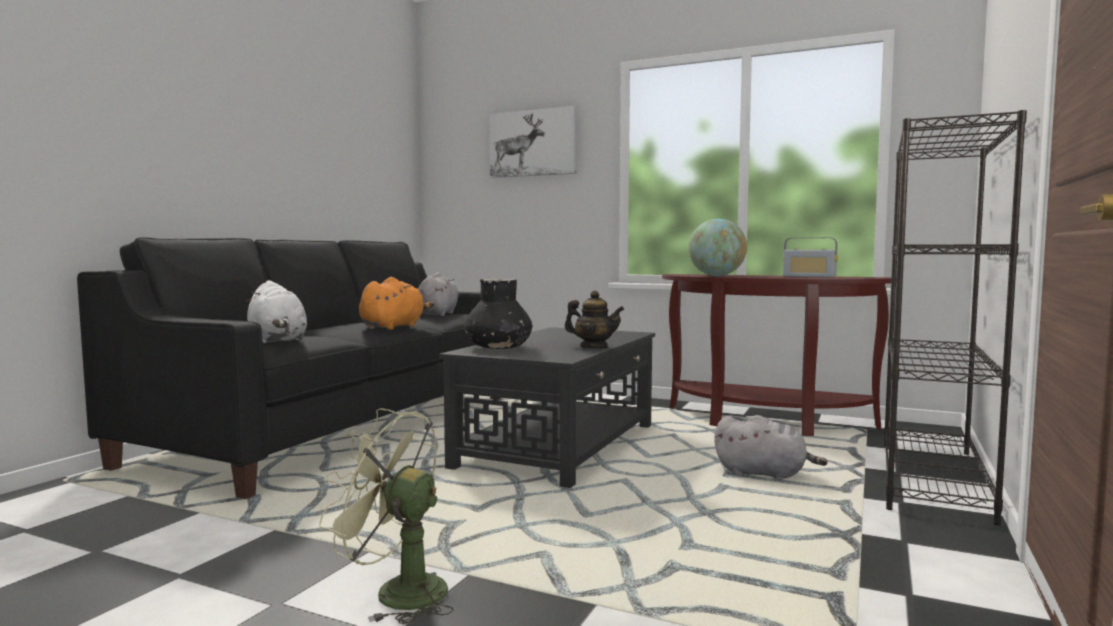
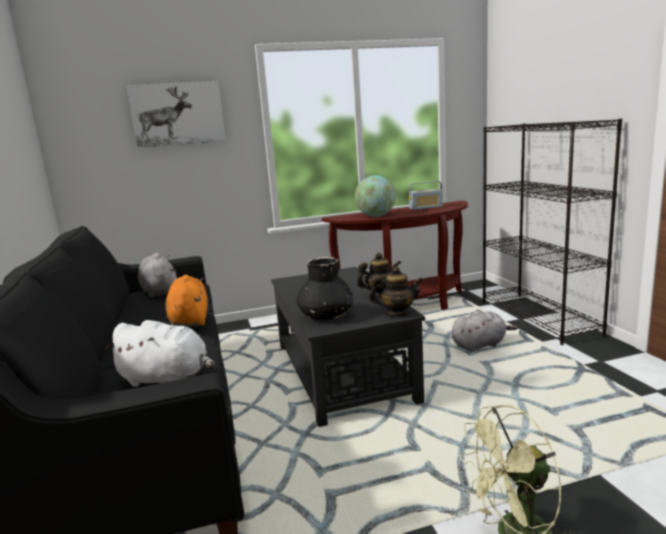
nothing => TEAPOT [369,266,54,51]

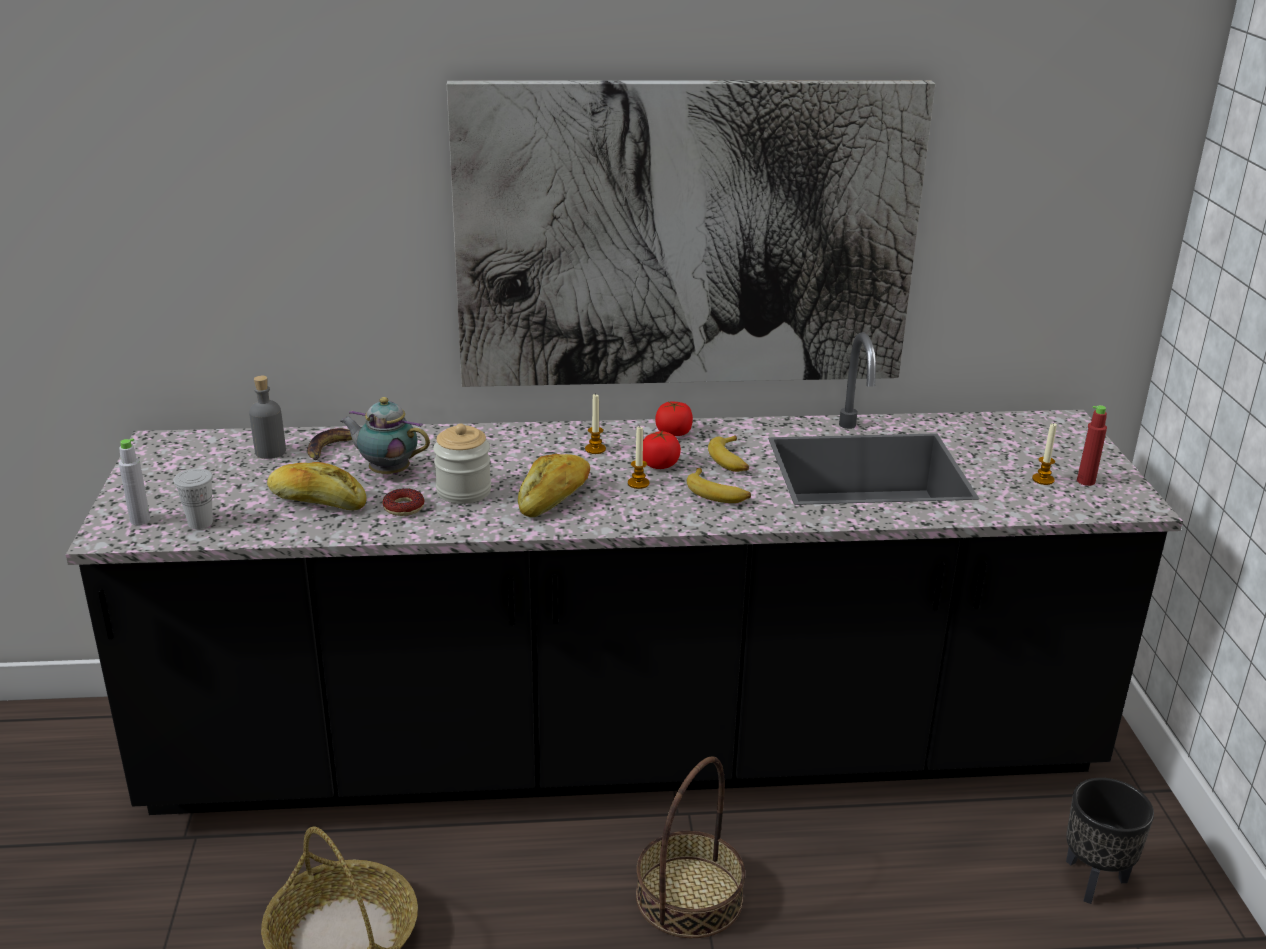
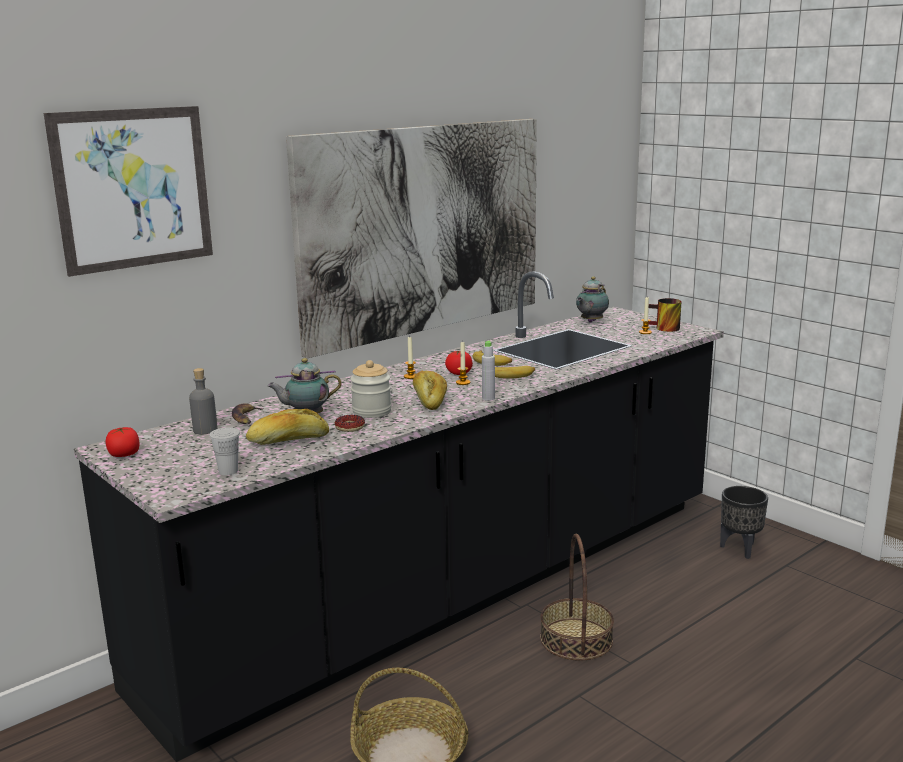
WHOLE TOMATO [655,401,38,35] => WHOLE TOMATO [106,427,34,30], shifted
RED DRINK BOTTLE [1077,405,30,81] => MUG [648,298,33,34]
GRAY DRINK BOTTLE [119,438,31,87] => GRAY DRINK BOTTLE [482,340,13,61], shifted
nothing => WALL ART [44,106,169,171]
nothing => TEAPOT [576,277,33,46]

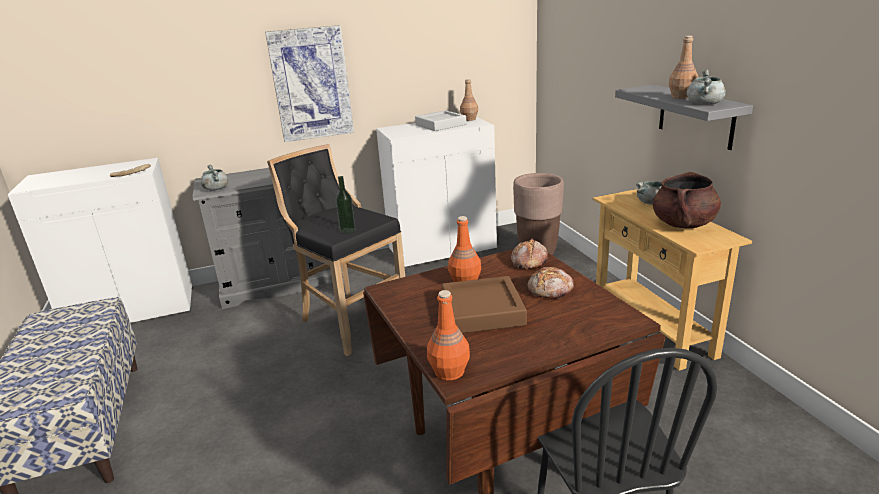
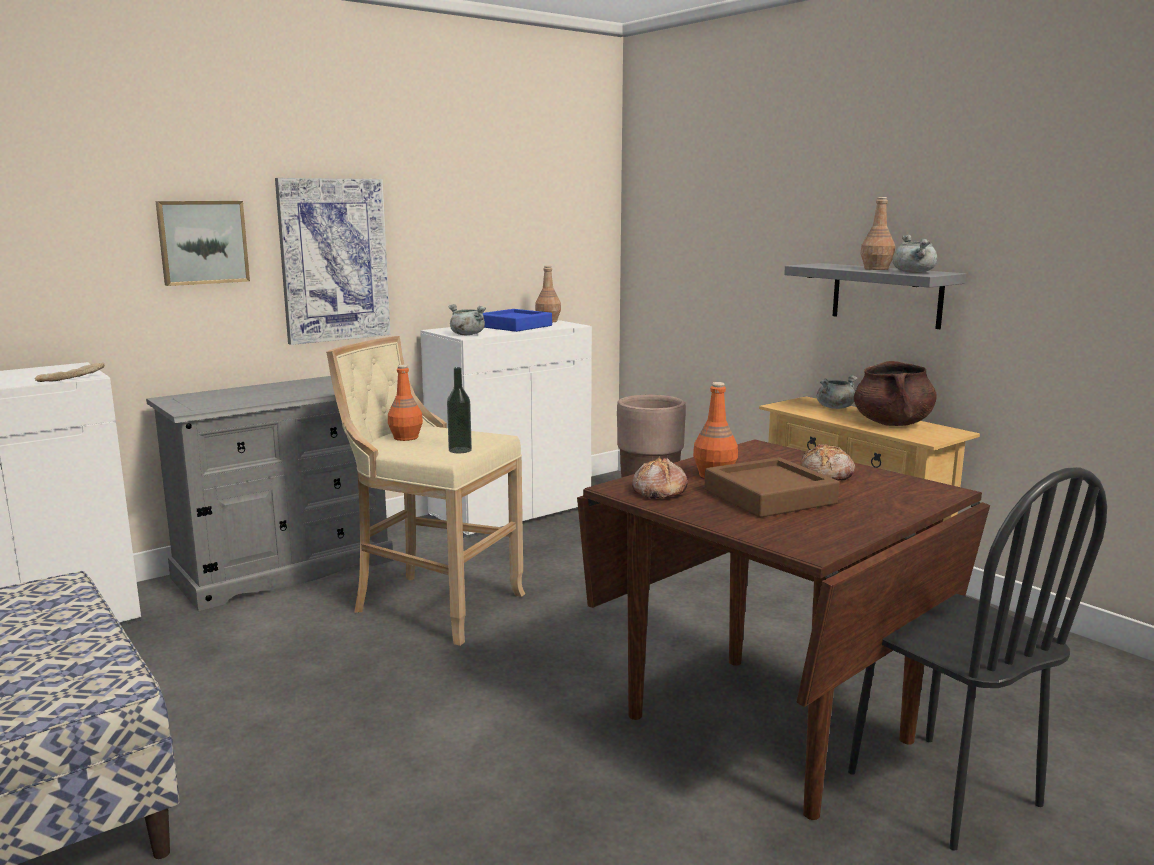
GRAY TRAY [415,110,51,21] => BLUISH TRAY [483,309,69,23]
BLACK-COLOURED STOOL [267,144,138,212] => SAND-COLOURED STOOL [326,336,199,310]
GRAY COOKING POT [201,164,28,26] => GRAY COOKING POT [448,304,38,31], shifted
BAKERY BREAD [511,239,37,30] => BAKERY BREAD [632,457,56,42], shifted
ORANGE-COLOURED DRINK BOTTLE [427,290,43,91] => ORANGE-COLOURED DRINK BOTTLE [388,365,35,76], shifted
nothing => WALL ART [155,201,95,85]

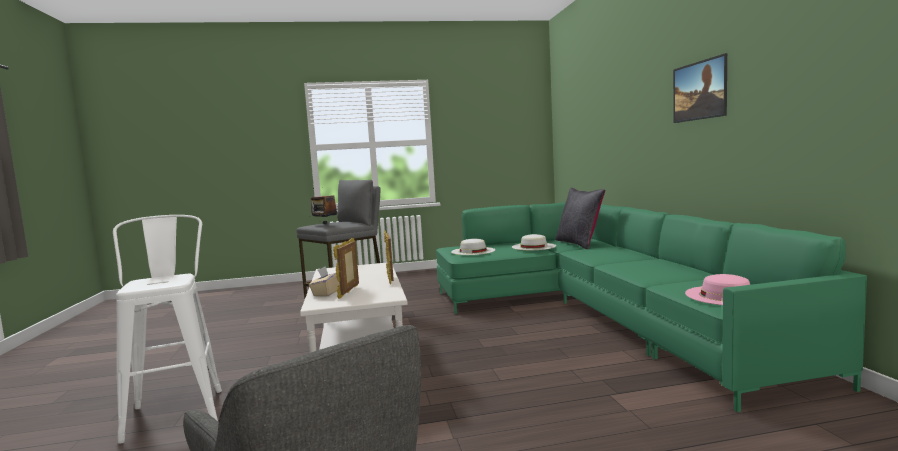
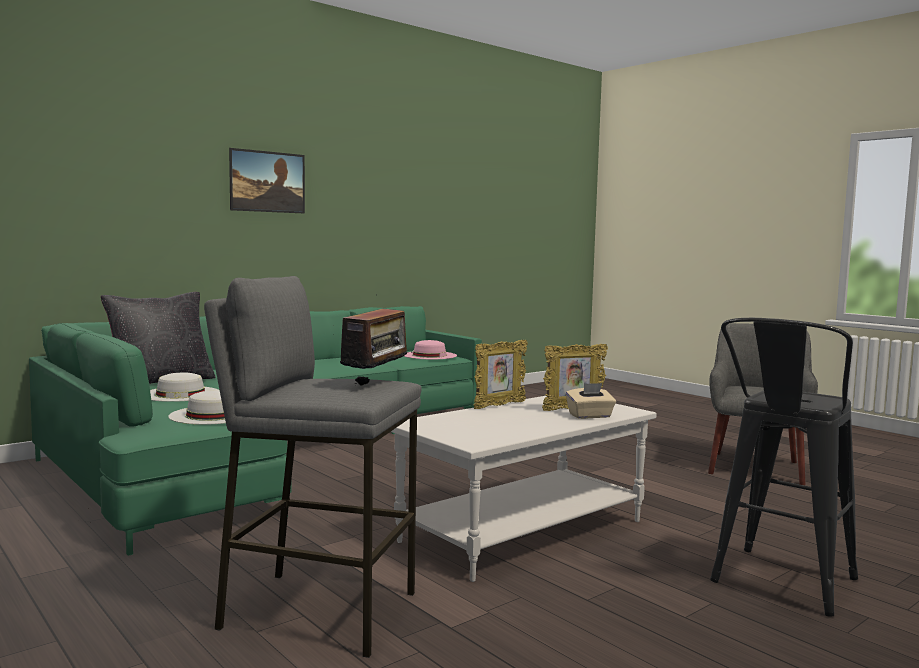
WHITISH STOOL [113,215,109,229] => BLACK-COLOURED STOOL [710,318,148,299]

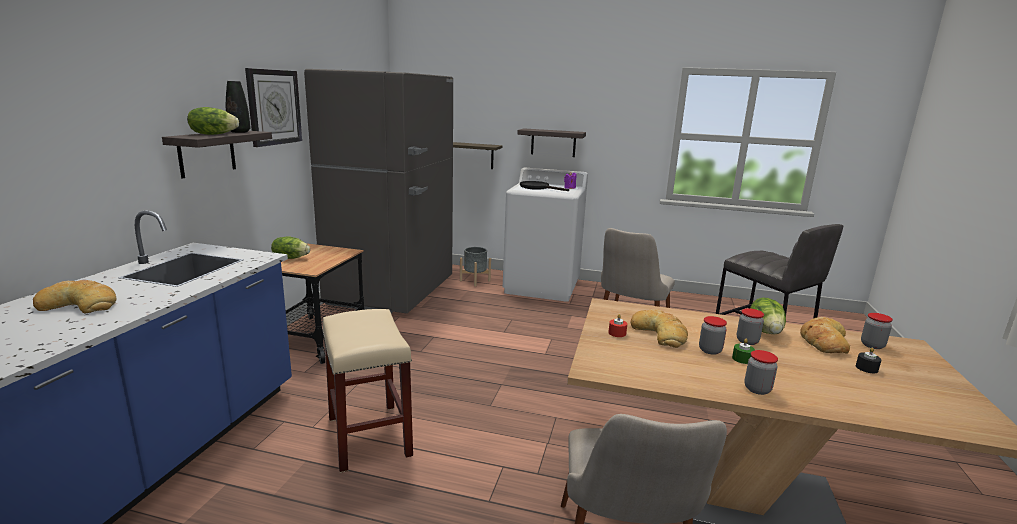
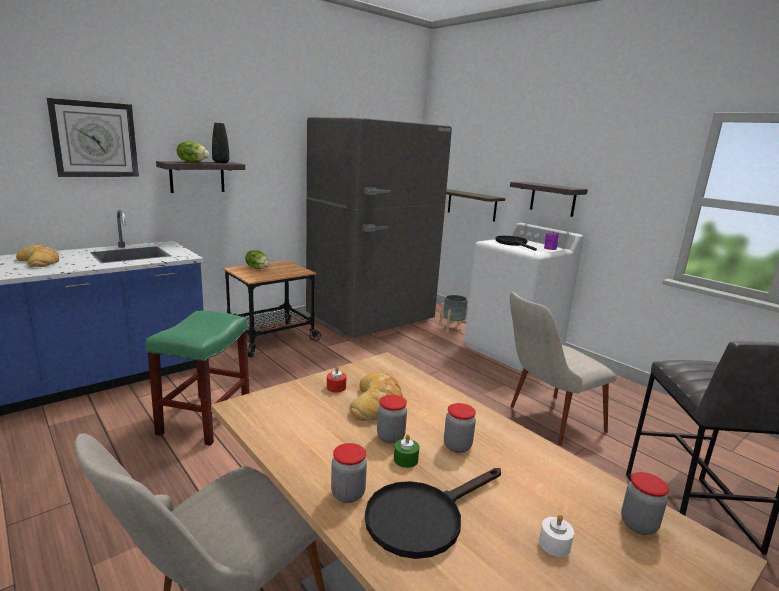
CLOCK ON THE WALL [245,68,57,79] => CLOCK ON THE WALL [47,98,92,79], shifted
LETTUCE HEAD [750,298,36,36] => nothing
SAND-COLOURED STOOL [322,309,91,164] => GREEN STOOL [146,311,104,135]
BAKERY BREAD [800,317,50,37] => nothing
BLACK-COLOURED CANDLE [856,347,26,26] => WHITISH CANDLE [539,514,35,43]
nothing => BLACK-COLOURED SKILLET [365,468,136,91]

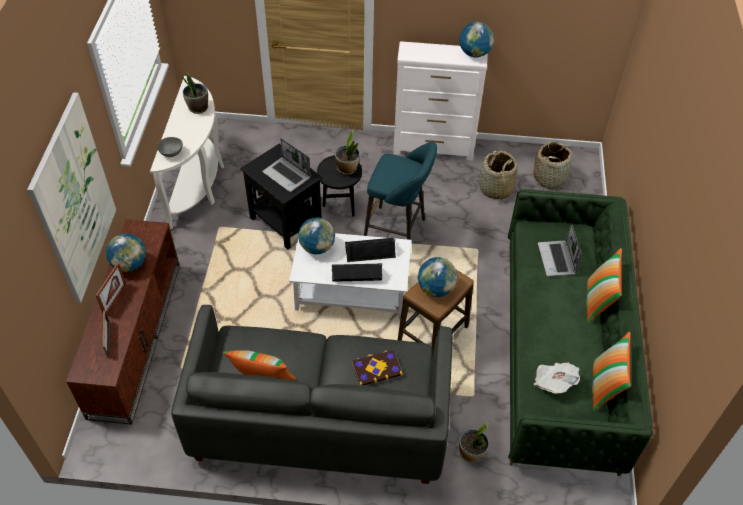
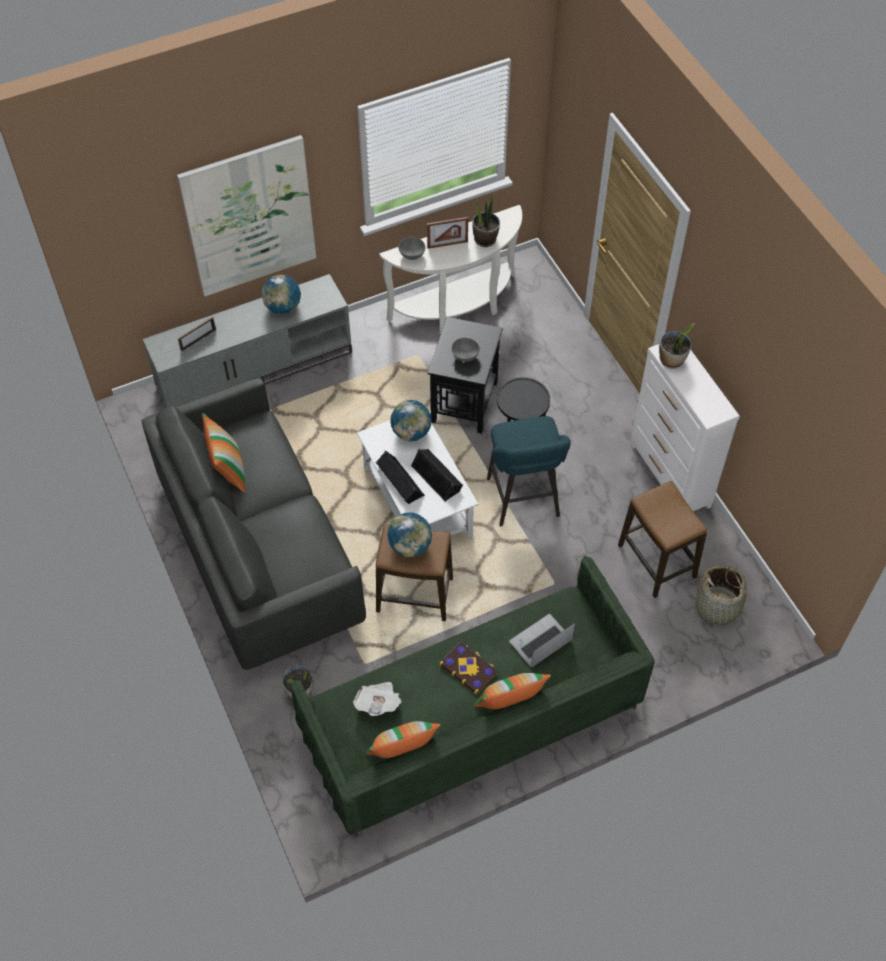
WORLD GLOBE [459,22,35,35] => nothing
PLANT IN A POT [335,130,25,45] => PLANT IN A POT [659,323,36,46], shifted
PORTABLE COMPUTER [262,138,49,54] => GRAY BOWL [451,338,29,24]
BASKET [479,151,38,49] => STOOL [618,481,89,117]
BROWN TV STAND [66,219,114,206] => GRAY TV STAND [143,274,209,133]
PICTURE FRAME [96,263,30,51] => PICTURE FRAME [427,217,41,32], shifted
BOOK [352,350,51,36] => BOOK [439,642,58,52], shifted

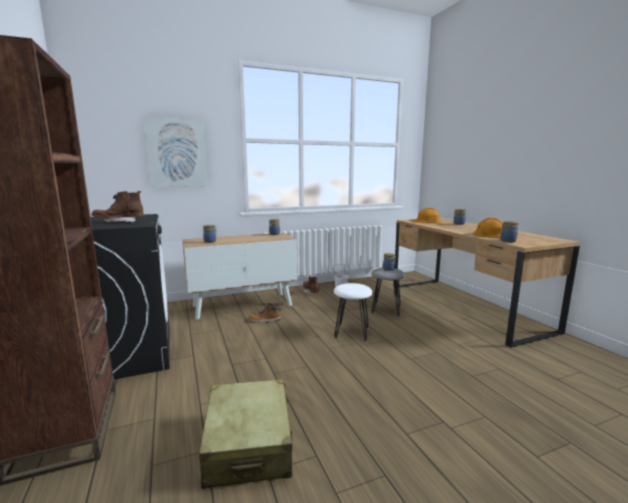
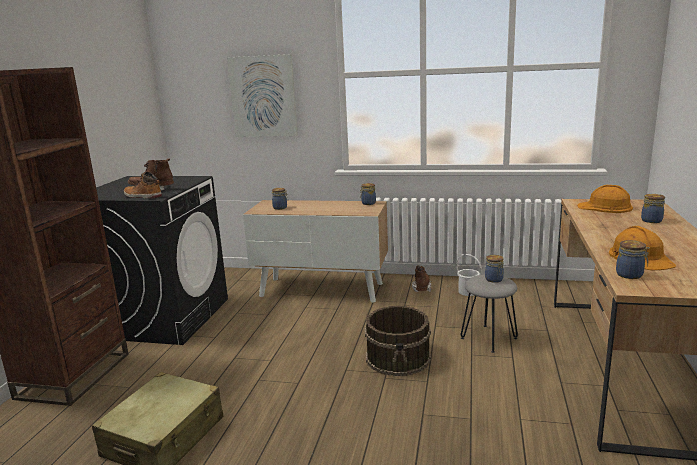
WHITISH STOOL [334,283,39,58] => BROWN BUCKET [365,306,66,70]
BOOT [249,303,32,20] => BOOT [124,172,38,27], shifted

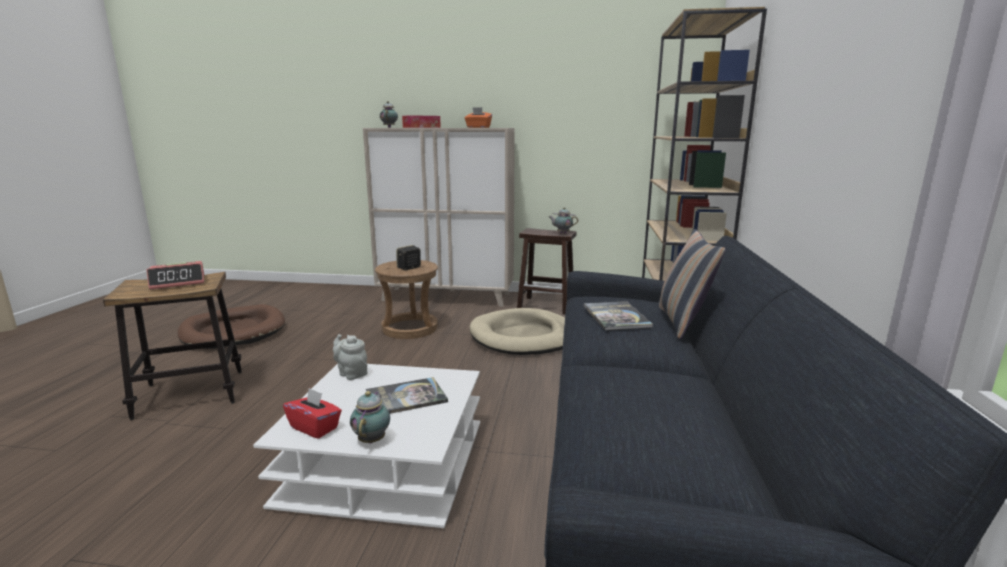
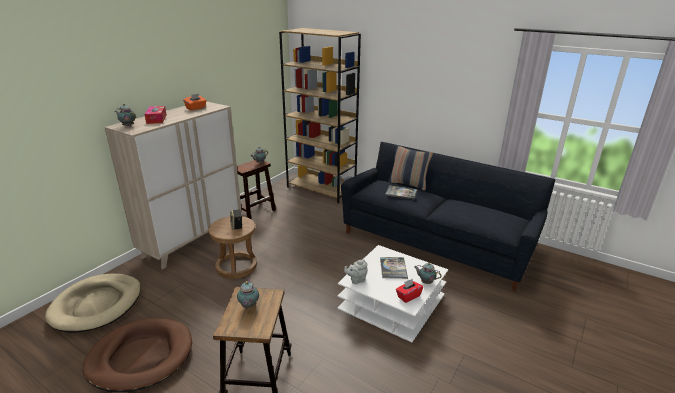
ALARM CLOCK [146,261,58,29] => TEAPOT [237,279,22,29]
SAND-COLOURED DOG BED [469,308,96,47] => SAND-COLOURED DOG BED [45,274,96,59], shifted

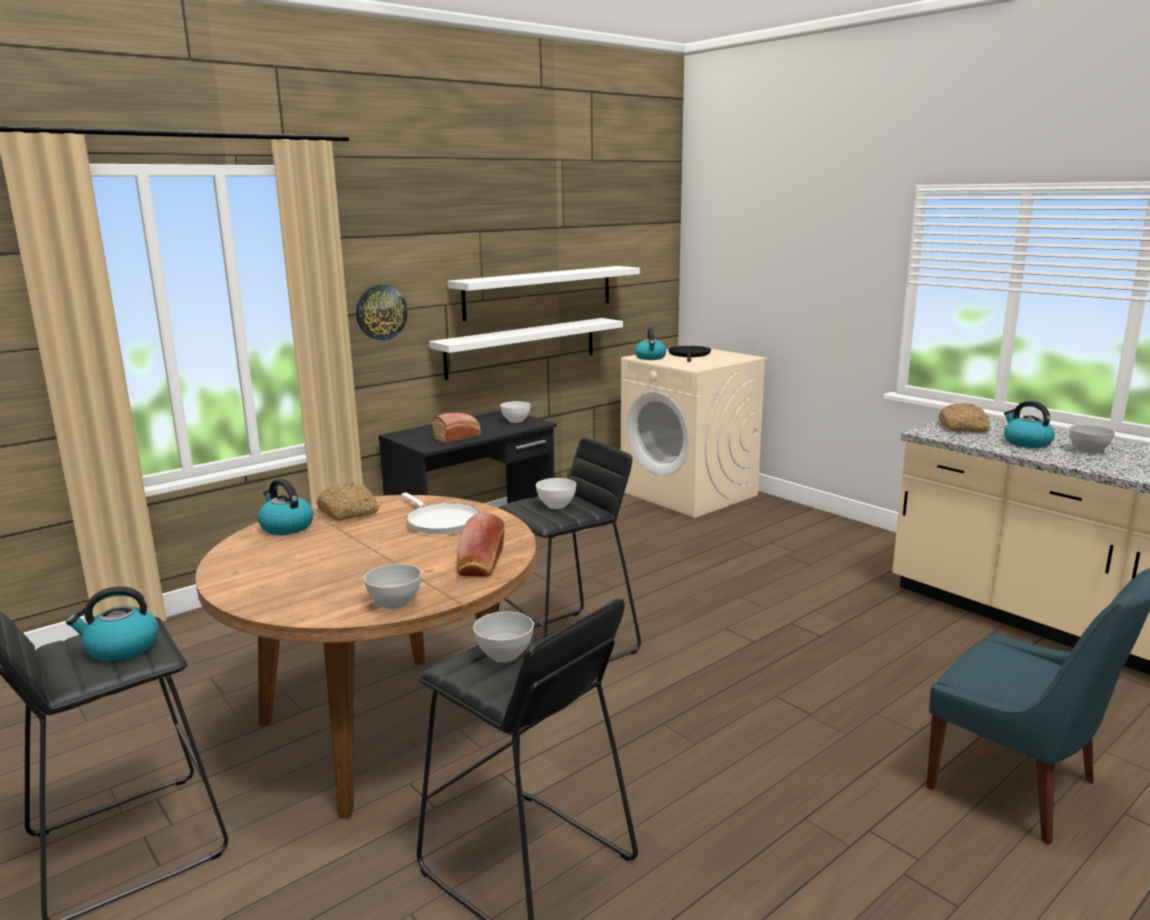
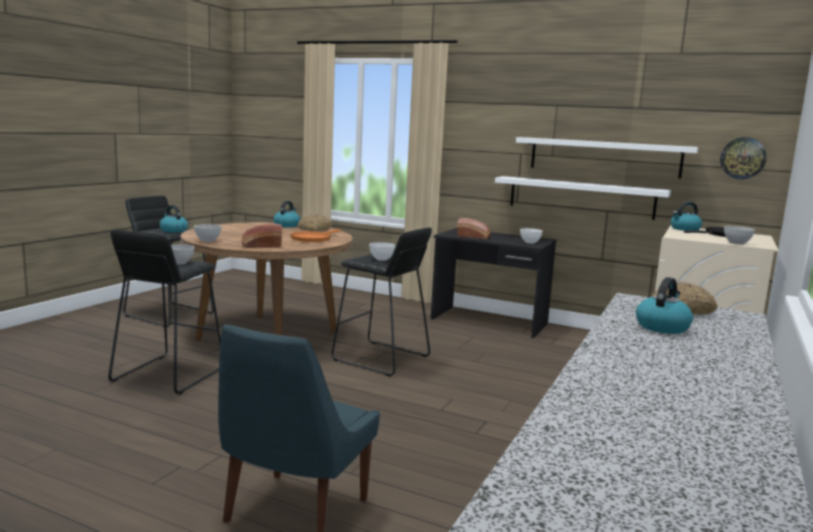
CLOCK ON THE WALL [356,285,52,55] => CLOCK ON THE WALL [720,137,47,42], shifted
GRAY BOWL [1069,425,46,29] => GRAY BOWL [724,226,31,19], shifted
WHITISH SKILLET [401,493,78,41] => ORANGE-COLOURED SKILLET [290,229,51,13]

